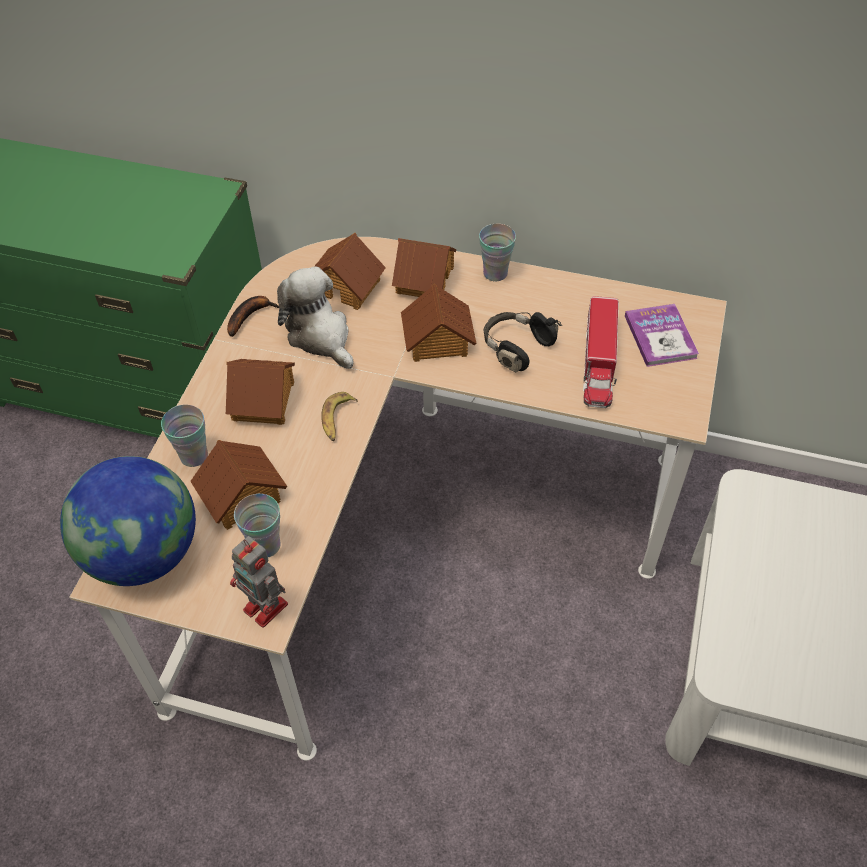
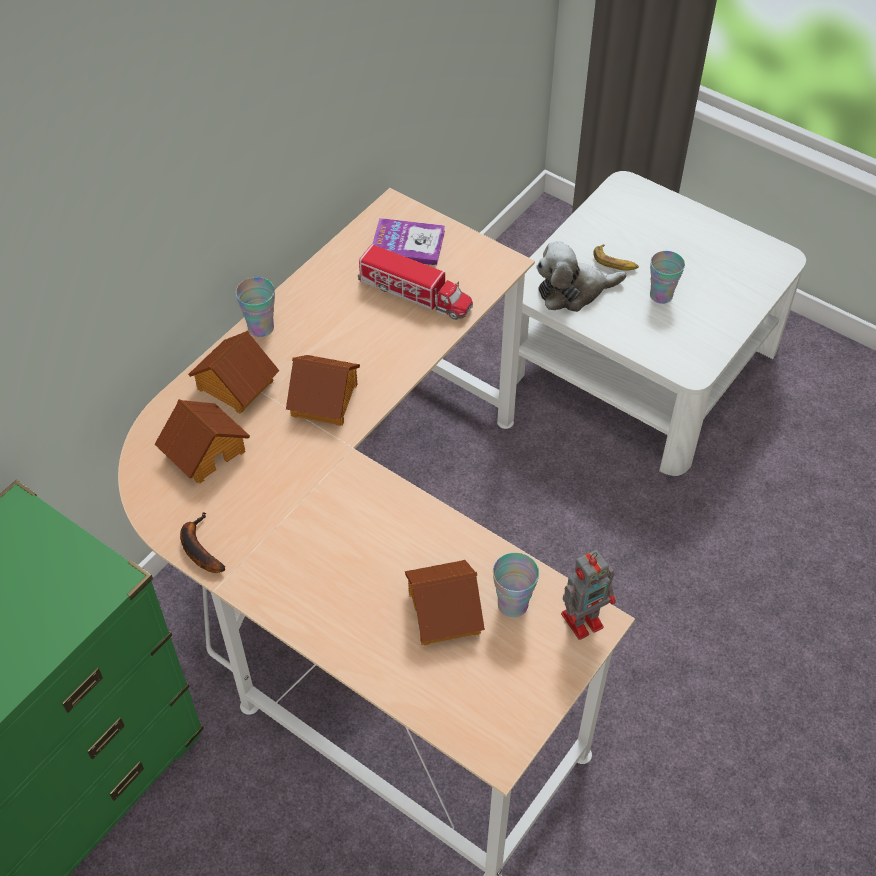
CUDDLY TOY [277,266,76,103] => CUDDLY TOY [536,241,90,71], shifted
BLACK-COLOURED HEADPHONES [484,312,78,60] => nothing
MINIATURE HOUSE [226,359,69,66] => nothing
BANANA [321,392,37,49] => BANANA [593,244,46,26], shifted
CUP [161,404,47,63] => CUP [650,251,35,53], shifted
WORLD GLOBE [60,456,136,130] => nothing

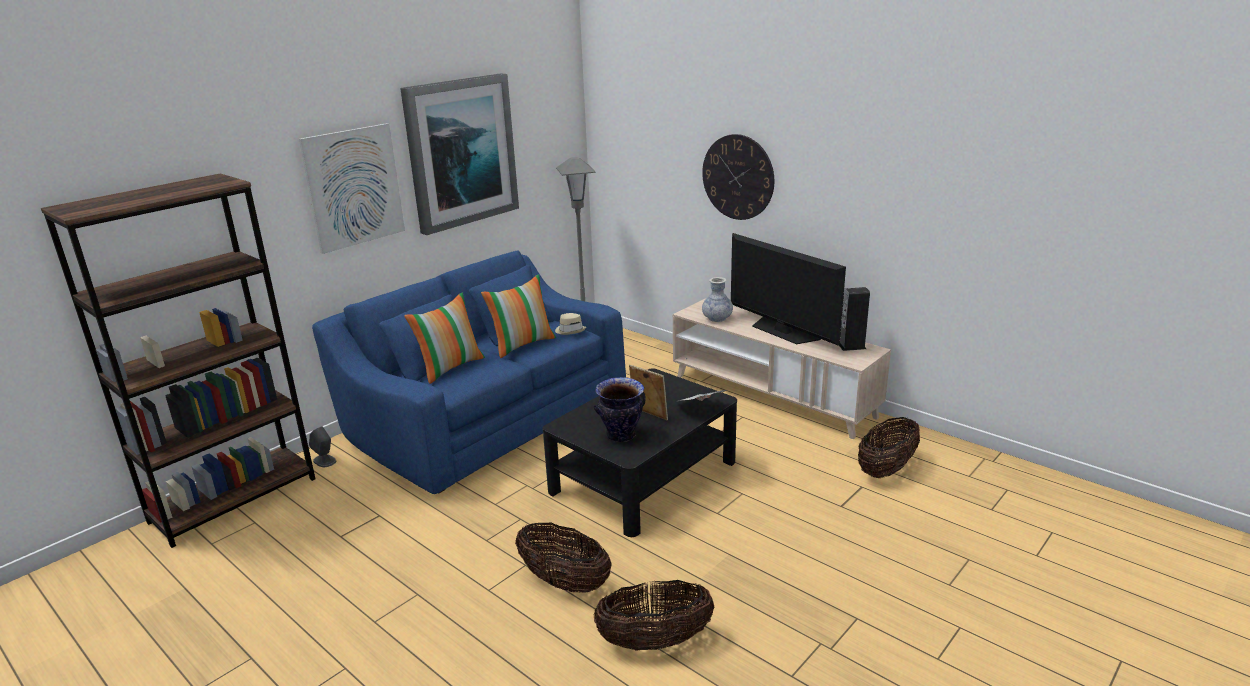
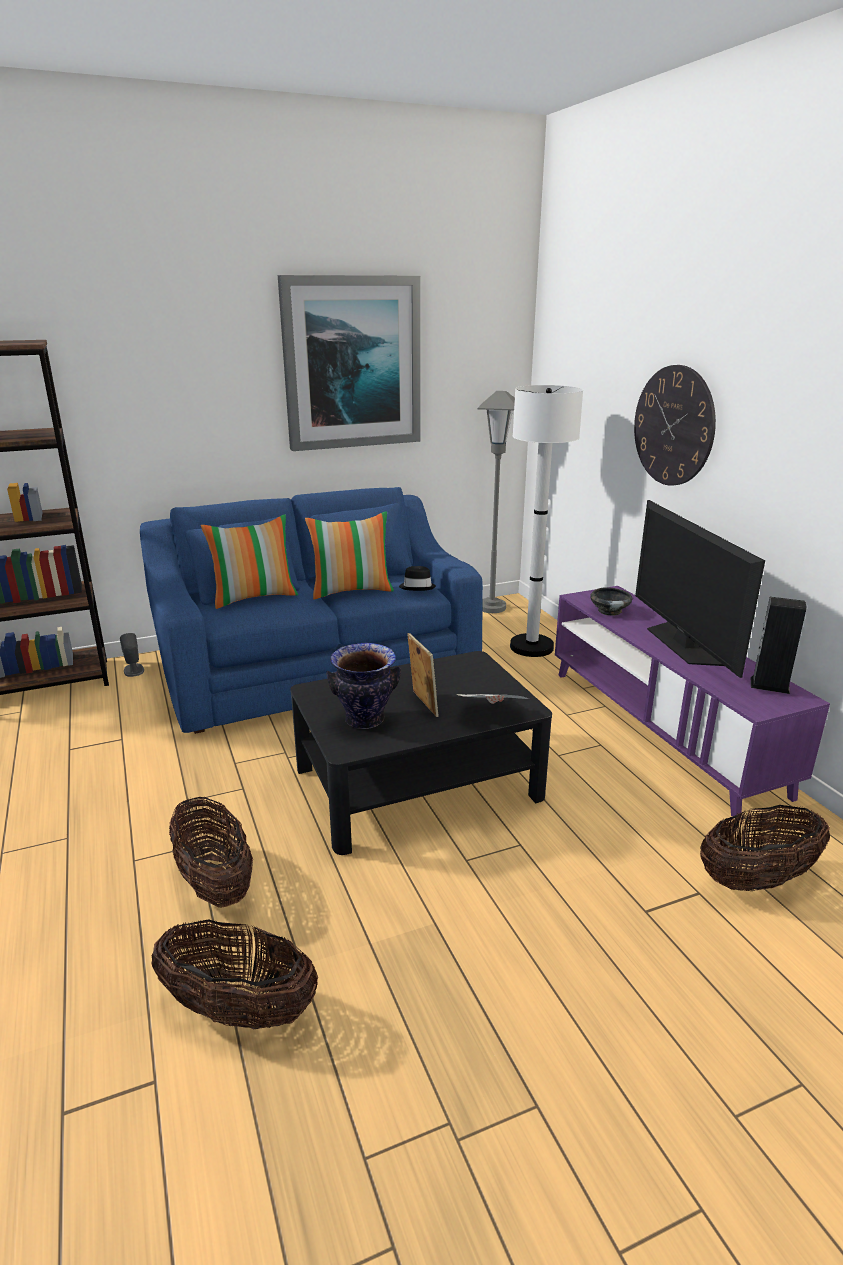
WALL ART [299,123,106,131] => nothing
DECORATIVE VASE [702,277,31,45] => BLACK-COLOURED BOWL [590,587,43,29]
SAND-COLOURED TV STAND [673,298,218,141] => PURPLE TV STAND [555,586,275,231]
SAND-COLOURED CLOTHING HAT [555,313,31,22] => BLACK-COLOURED CLOTHING HAT [399,566,37,25]
nothing => WHITISH FLOOR LAMP [510,385,73,272]

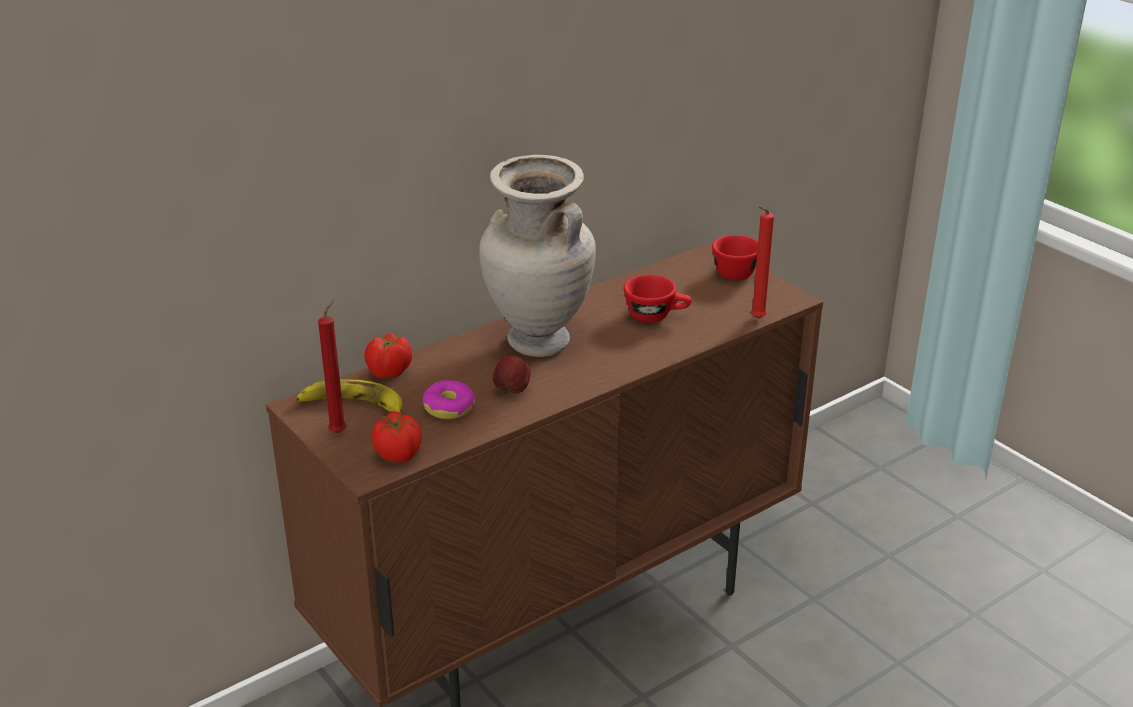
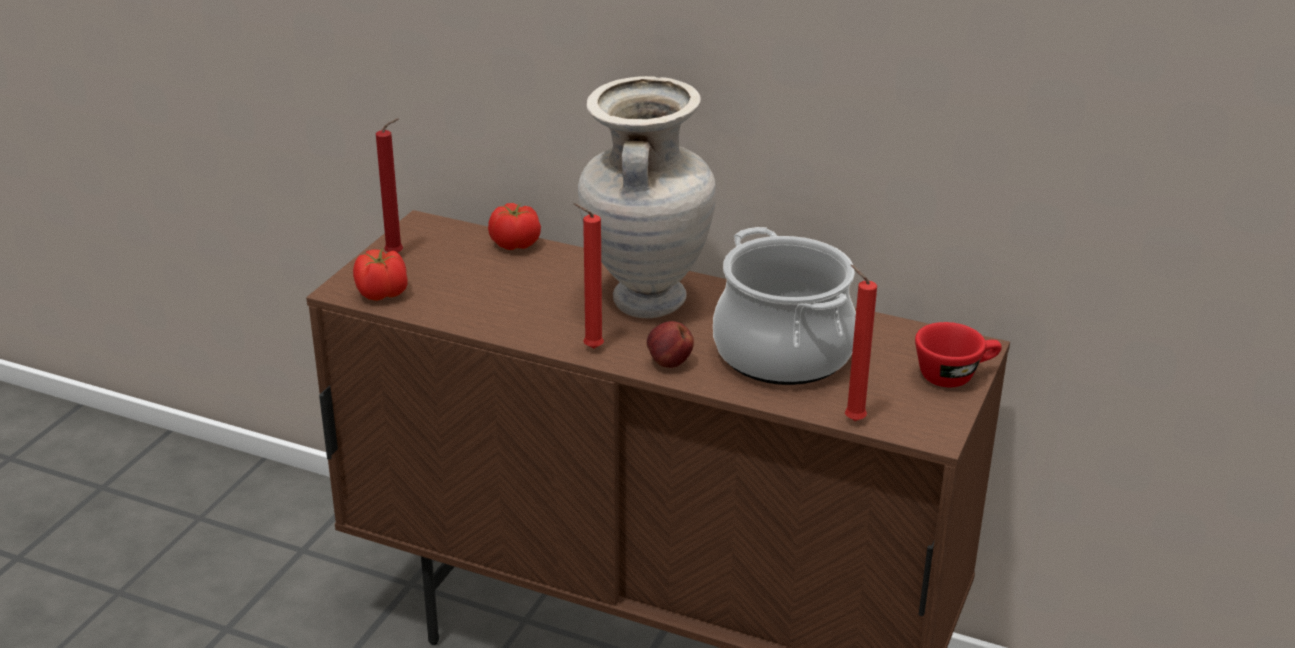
RED CUP [624,275,68,48] => COOKING POT [713,227,143,158]
WHOLE APPLE [493,355,37,38] => WHOLE APPLE [647,321,47,47], shifted
BANANA [296,380,107,33] => nothing
RING DOUGHNUT [423,380,52,39] => nothing
nothing => RED CANDLE [574,203,30,146]

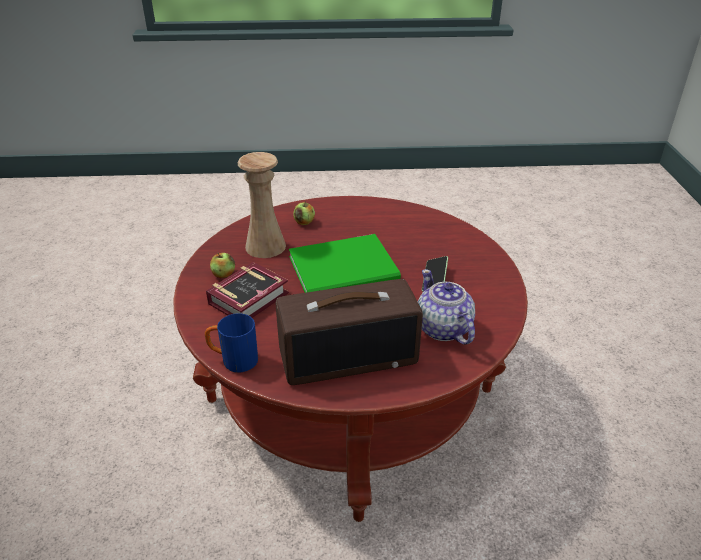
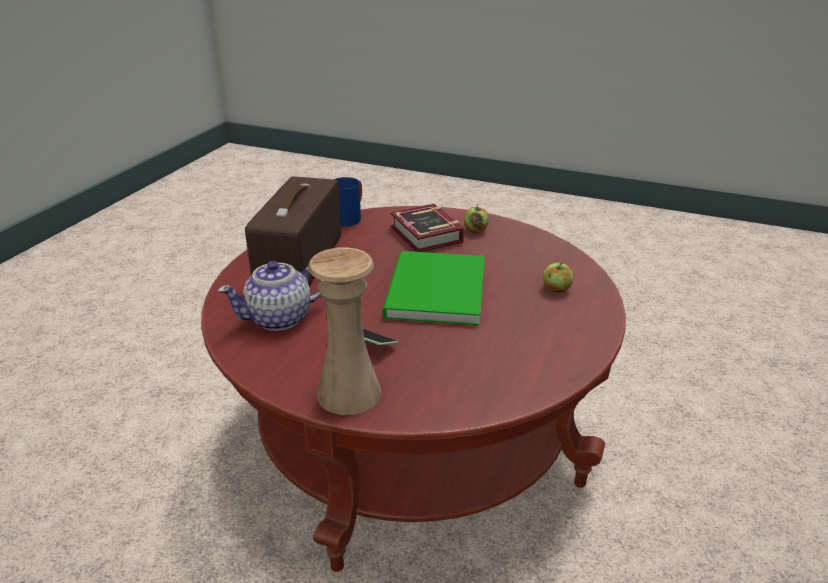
SAND-COLOURED DECORATIVE VASE [238,152,48,106] => SAND-COLOURED DECORATIVE VASE [308,247,73,168], shifted
TEAPOT [418,269,57,76] => TEAPOT [218,261,104,70], 150 degrees clockwise

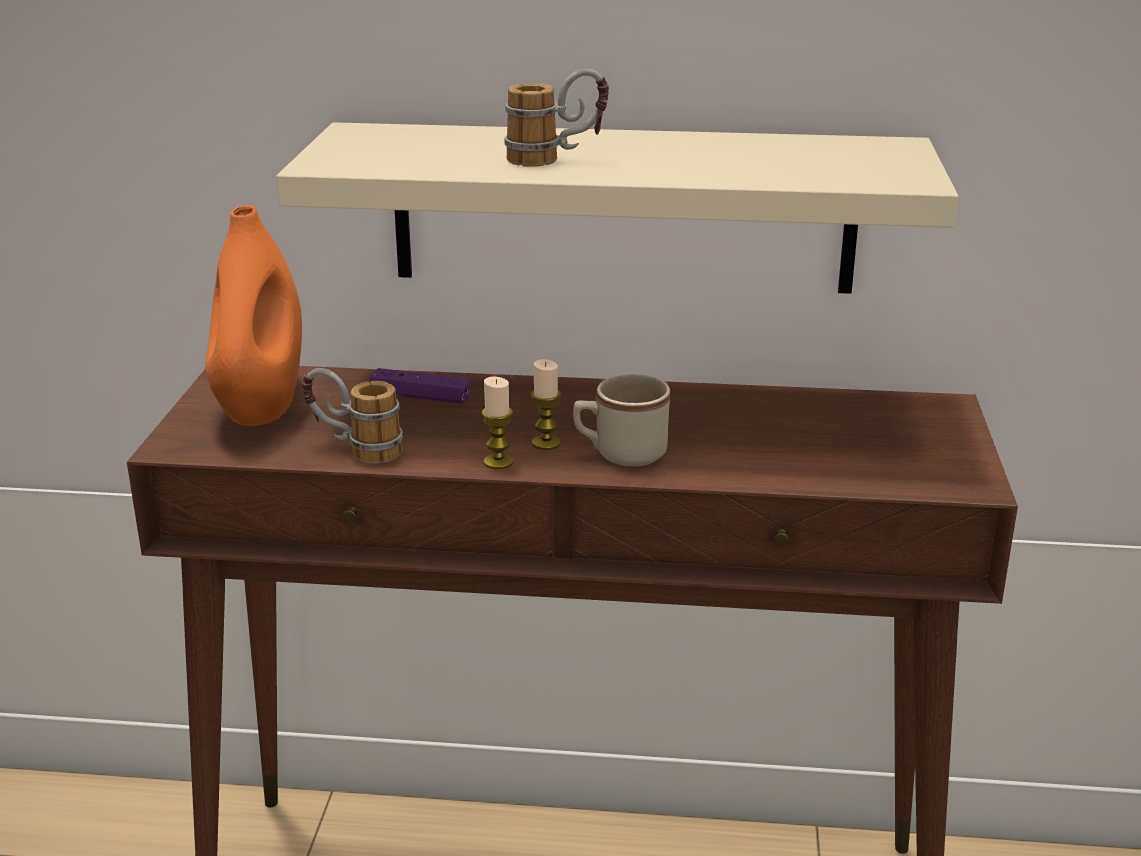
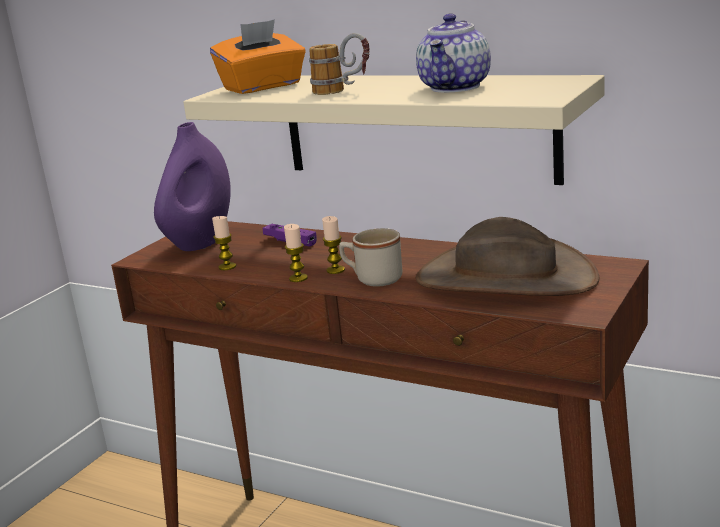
ORANGE-COLOURED DECORATIVE VASE [206,205,96,221] => PURPLE DECORATIVE VASE [154,122,77,129]
MUG [302,368,101,96] => CANDLE [212,216,24,54]
nothing => TEAPOT [416,13,75,79]
nothing => ORANGE-COLOURED BOX OF TISSUES [210,19,96,75]
nothing => BROWN CLOTHING HAT [416,217,183,79]

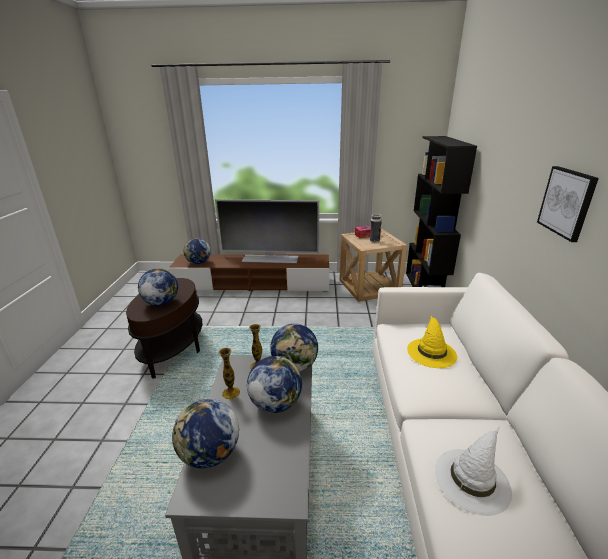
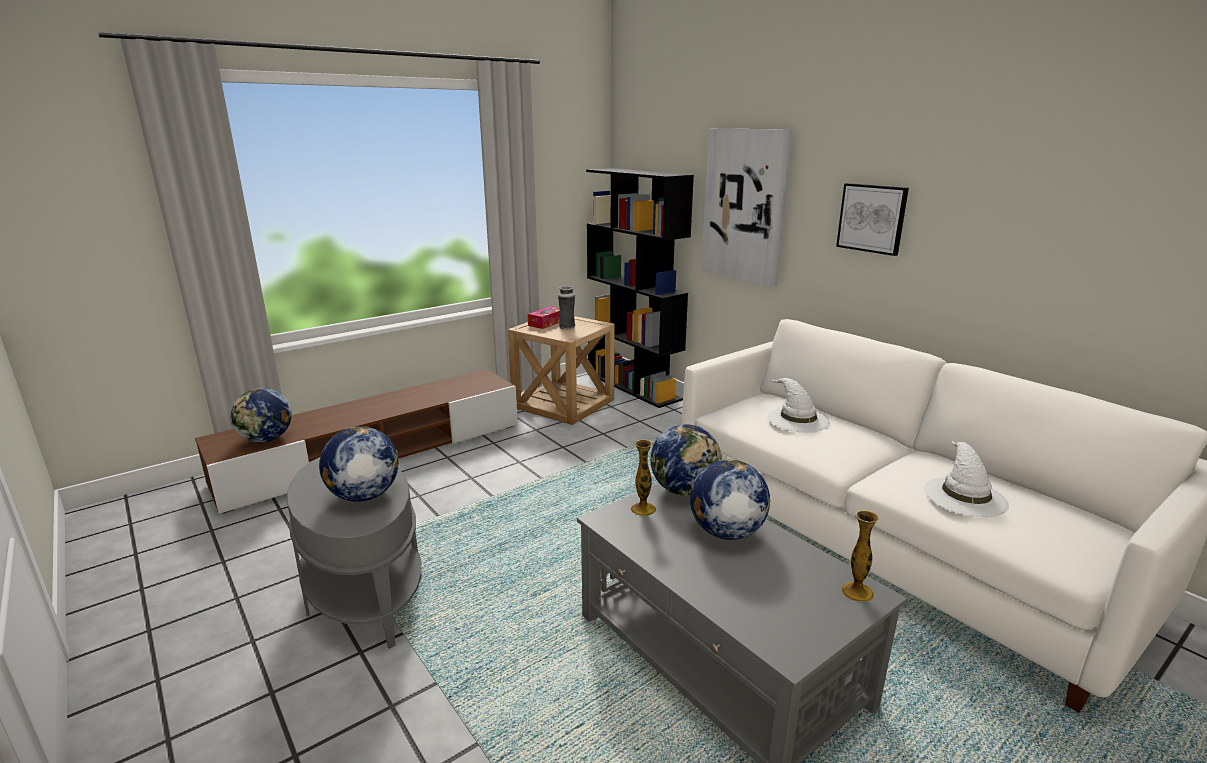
TELEVISION [215,199,104,64] => nothing
BROWN END TABLE [126,278,76,100] => GRAY END TABLE [287,457,135,192]
YELLOW CLOTHING HAT [407,316,50,52] => WHITISH CLOTHING HAT [767,378,63,55]
DECORATIVE VASE [219,348,21,51] => DECORATIVE VASE [841,510,38,92], shifted
WORLD GLOBE [172,399,67,70] => nothing
nothing => WALL ART [701,129,92,158]

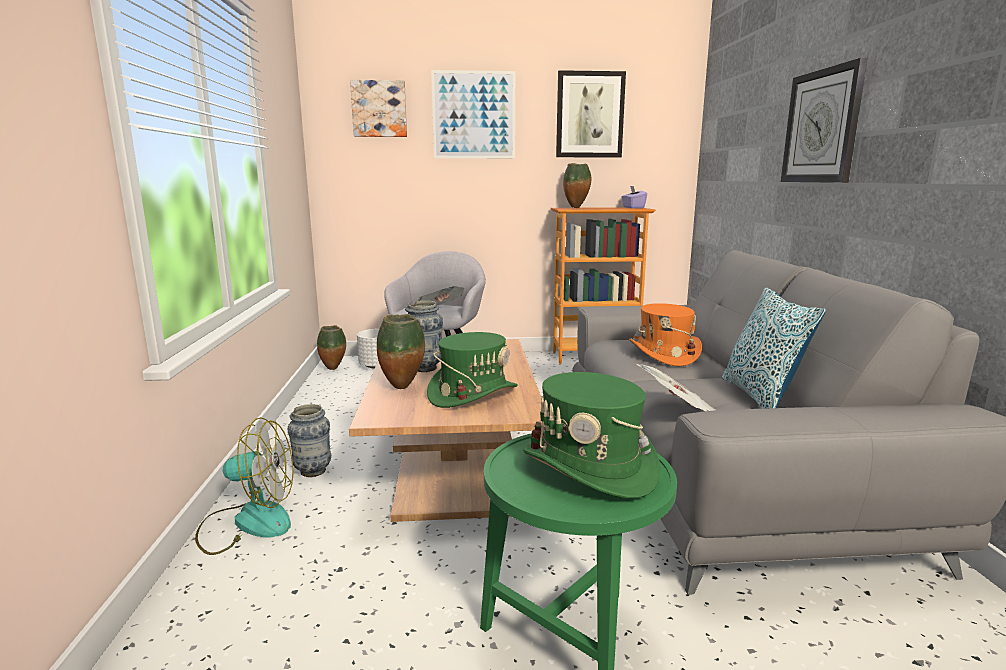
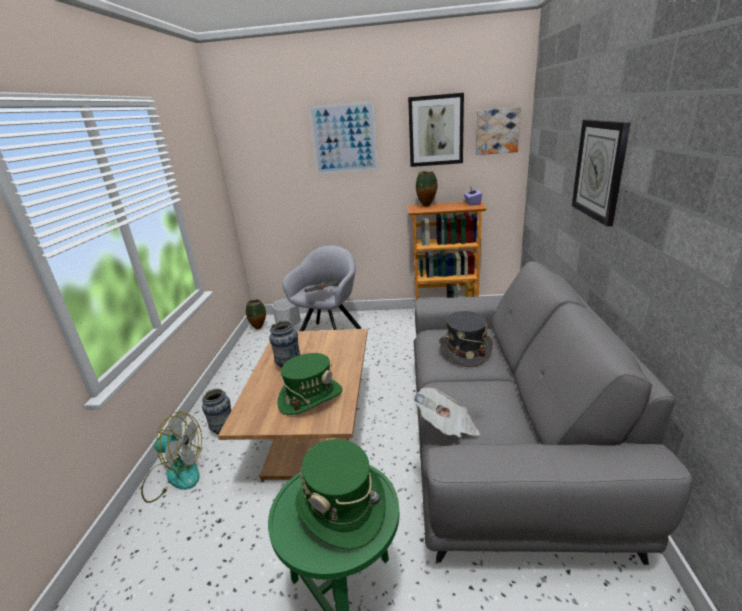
WALL ART [350,80,57,57] => WALL ART [476,107,45,48], shifted
PILLOW [722,287,104,122] => nothing
ORANGE-COLOURED CLOTHING HAT [629,303,73,63] => GRAY CLOTHING HAT [439,311,54,56]
DECORATIVE VASE [377,314,48,75] => nothing

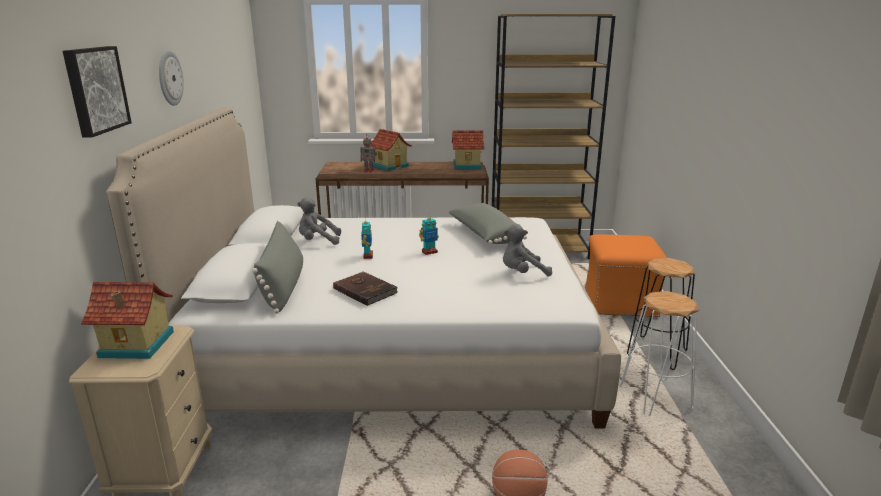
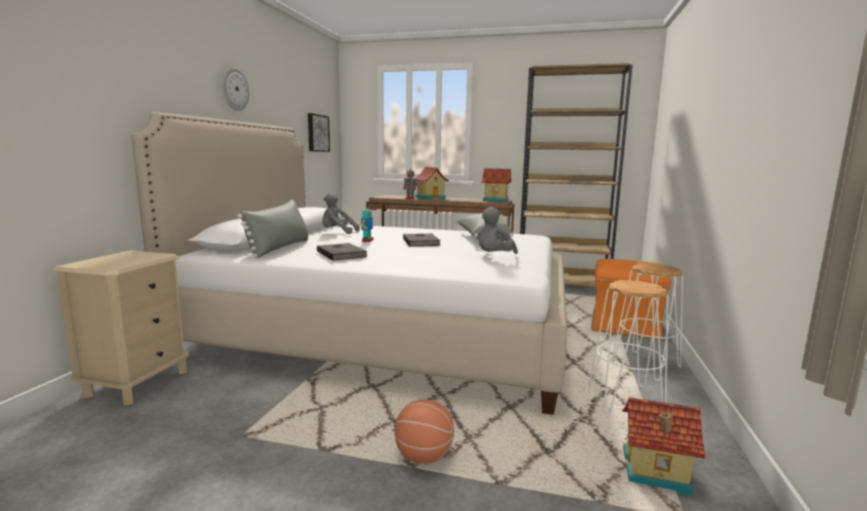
WALL ART [63,46,69,92] => WALL ART [308,113,22,39], shifted
MODEL ROBOT [419,217,20,38] => BROWN BOOK [403,233,38,14]
GRAY CUDDLY TOY [503,224,49,52] => GRAY CUDDLY TOY [477,207,41,47], 60 degrees counterclockwise
BLACK-COLOURED STOOL [627,258,68,112] => WHITISH STOOL [611,263,72,118]
MINIATURE HOUSE [81,282,93,77] => MINIATURE HOUSE [622,397,83,98], shifted

